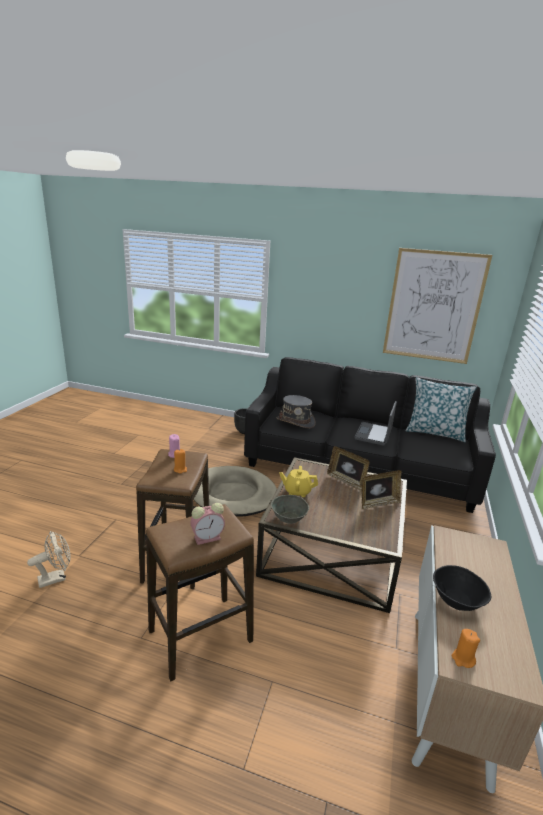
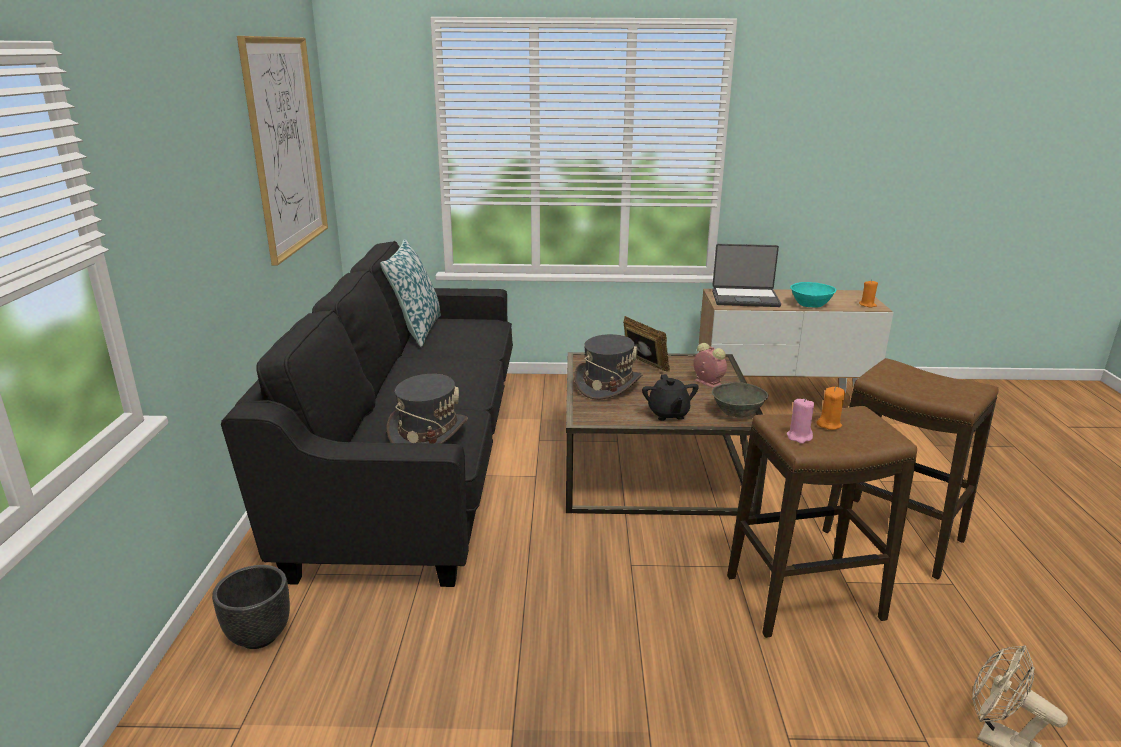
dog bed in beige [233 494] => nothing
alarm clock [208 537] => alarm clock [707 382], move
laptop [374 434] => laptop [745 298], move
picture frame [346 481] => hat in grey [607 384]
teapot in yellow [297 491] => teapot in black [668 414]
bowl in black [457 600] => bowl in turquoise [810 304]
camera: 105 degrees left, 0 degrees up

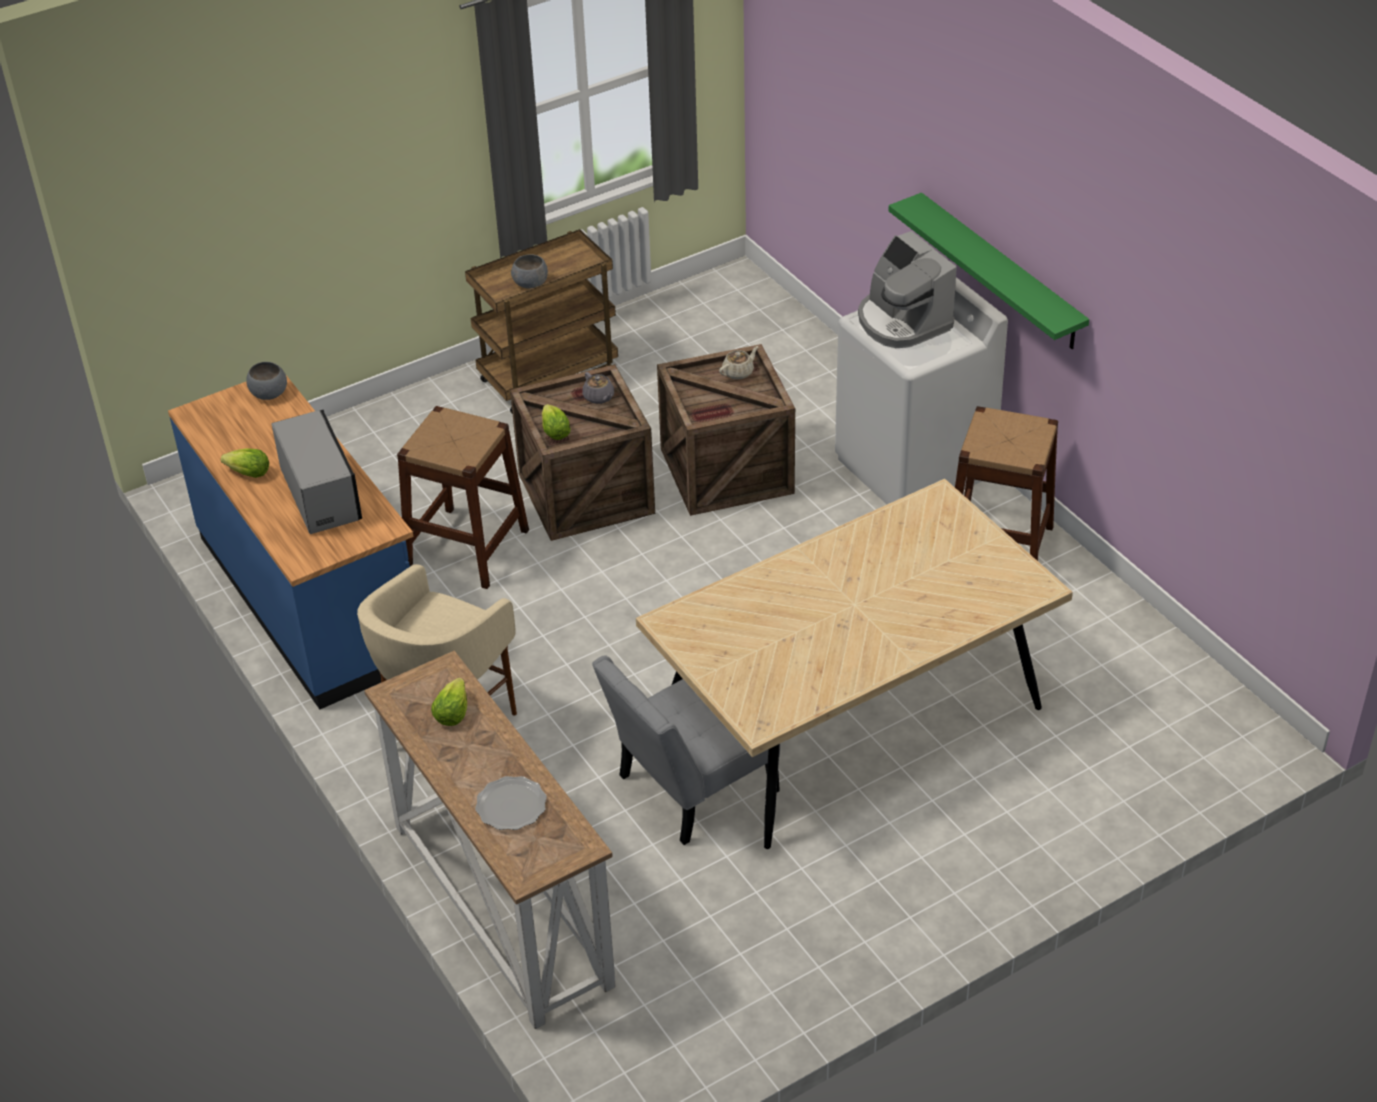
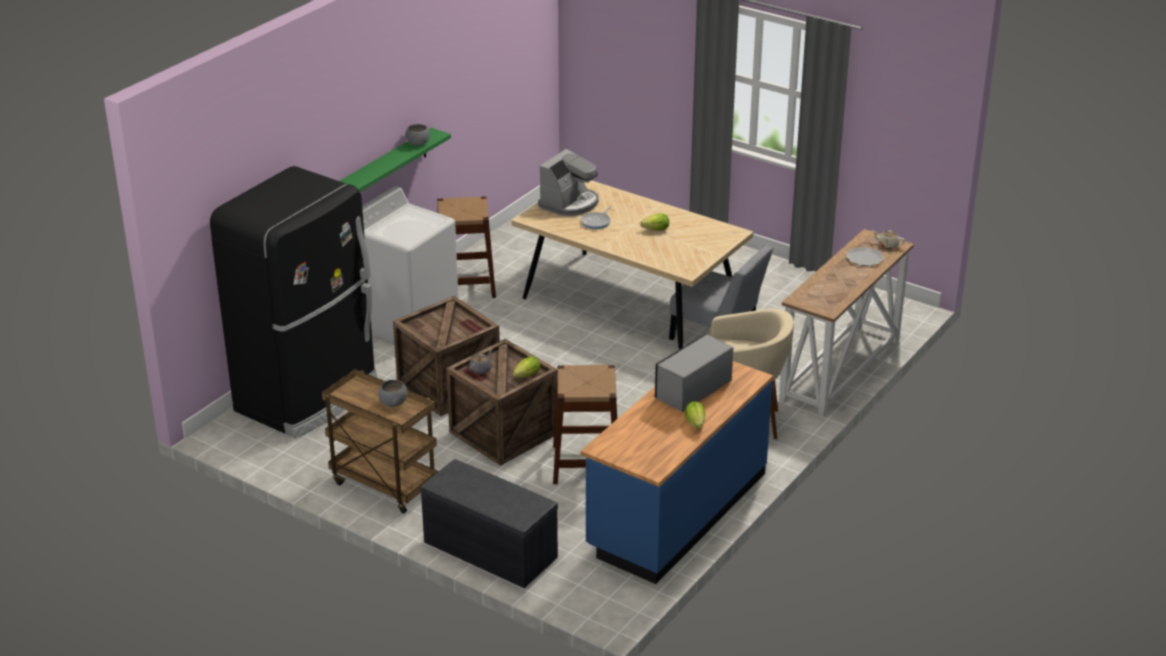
nothing => fridge in black [309 396]
nothing => bench in grey [488 550]
nothing => frying pan [597 222]
bowl in grey [269 394] => bowl in grey [418 143], move
lettuce [452 713] => lettuce [656 230], move
teapot in beige [738 372] => teapot in beige [887 245], move
coffee machine [902 322] => coffee machine [570 203], move
camera: 115 degrees left, 10 degrees down

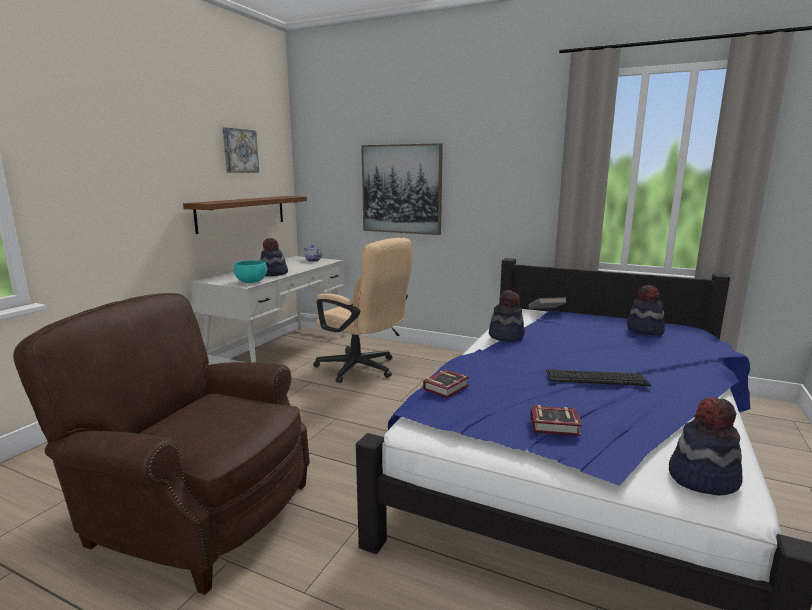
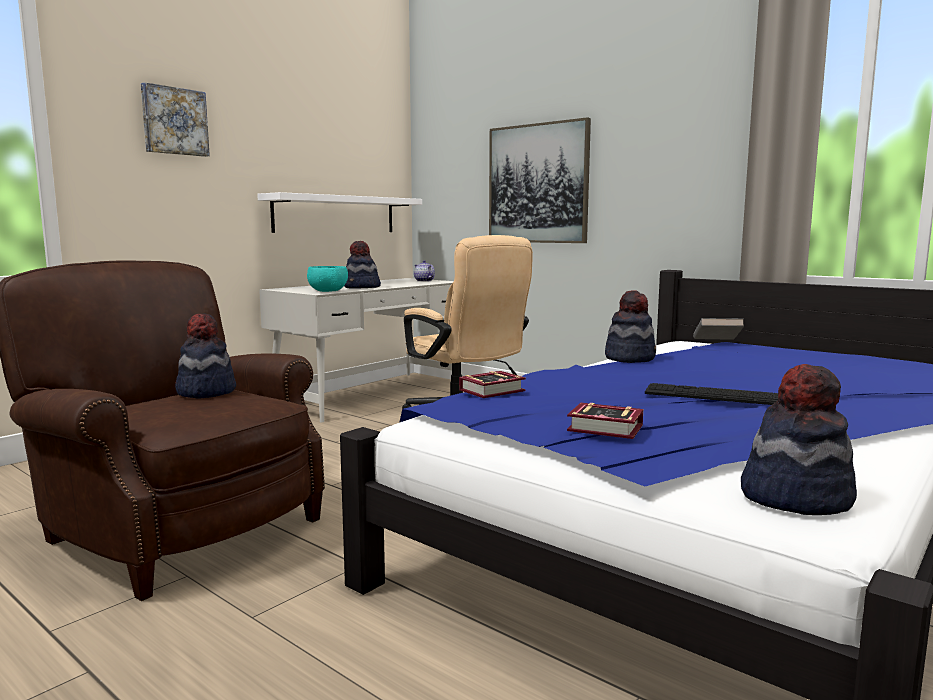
picture [239 151] => picture [174 121], move
hat [644 330] => hat [205 392], move
shelf in brown [242 213] => shelf in white [335 214]
camera: 15 degrees right, 5 degrees down

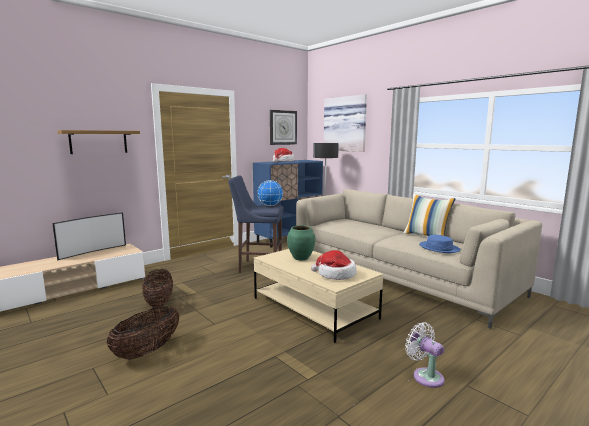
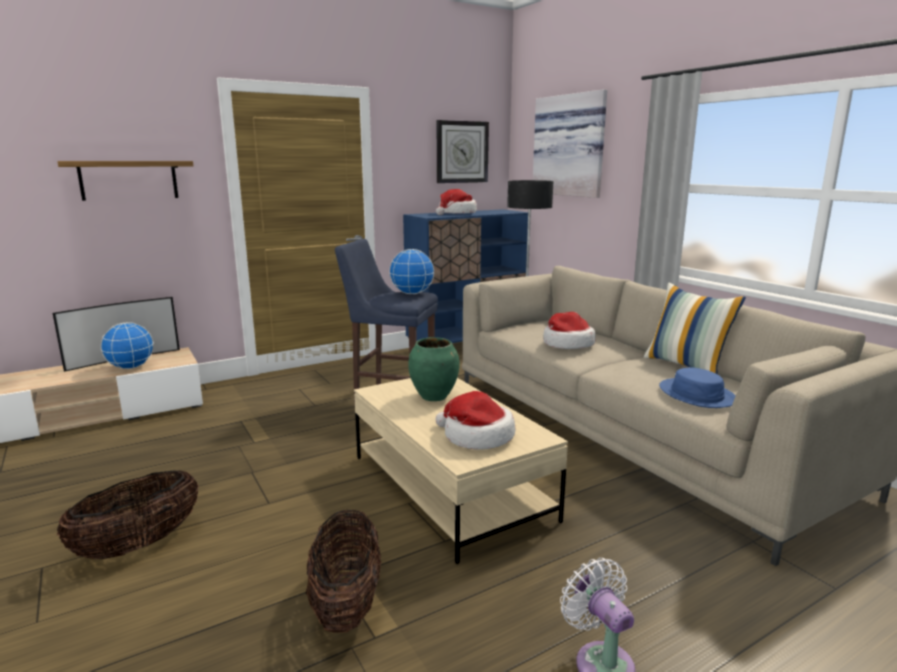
nothing => globe [130 367]
nothing => hat [567 344]
basket [159 303] => basket [346 603], move
camera: 10 degrees right, 5 degrees up

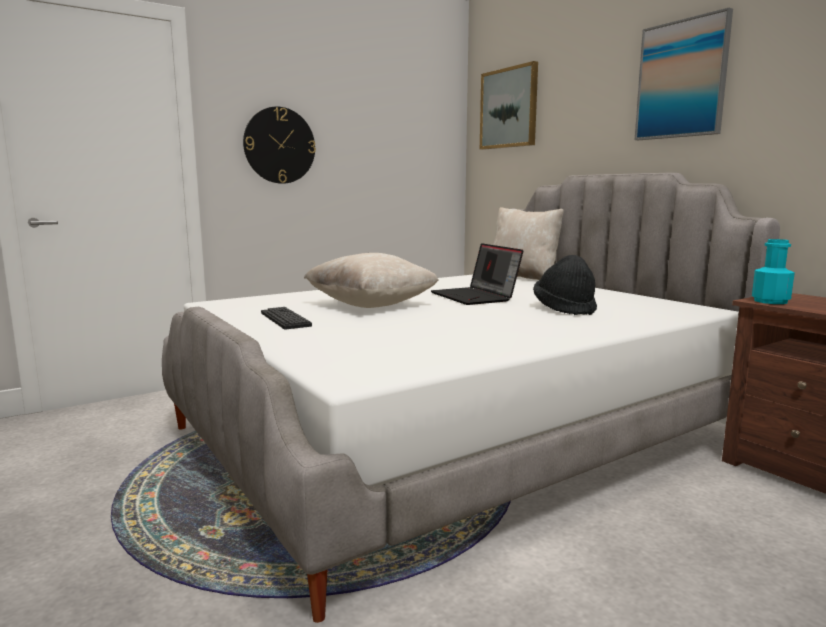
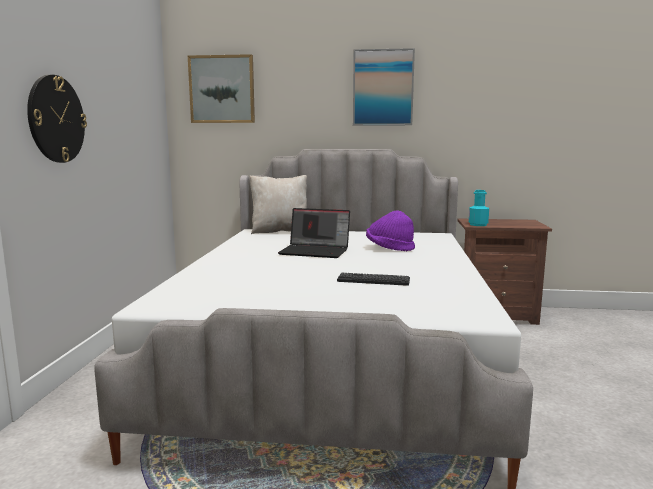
pillow in beige [371 305] => nothing
keyboard [285 319] => keyboard [373 280], move
hat in black [565 309] => hat in purple [389 248]
camera: 50 degrees left, 0 degrees up

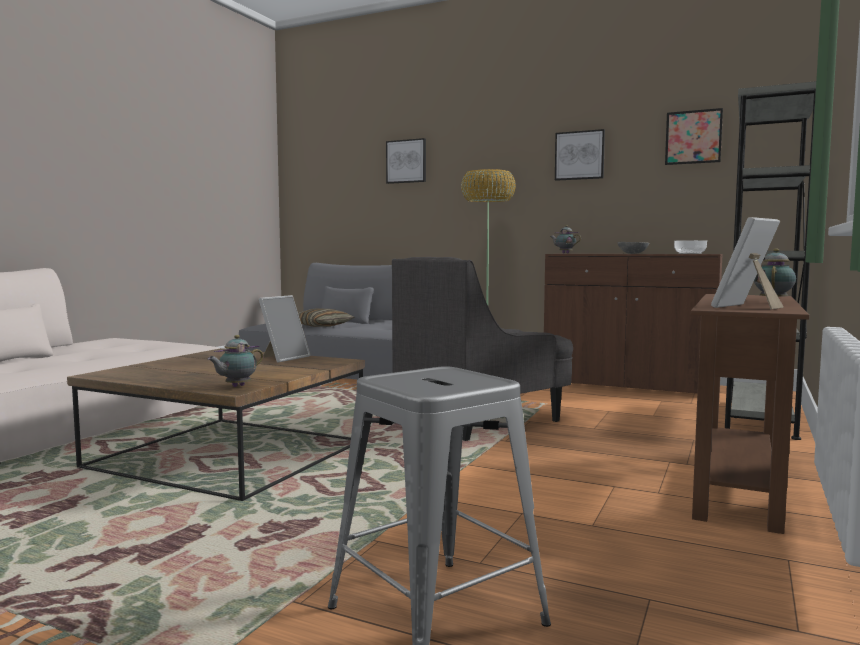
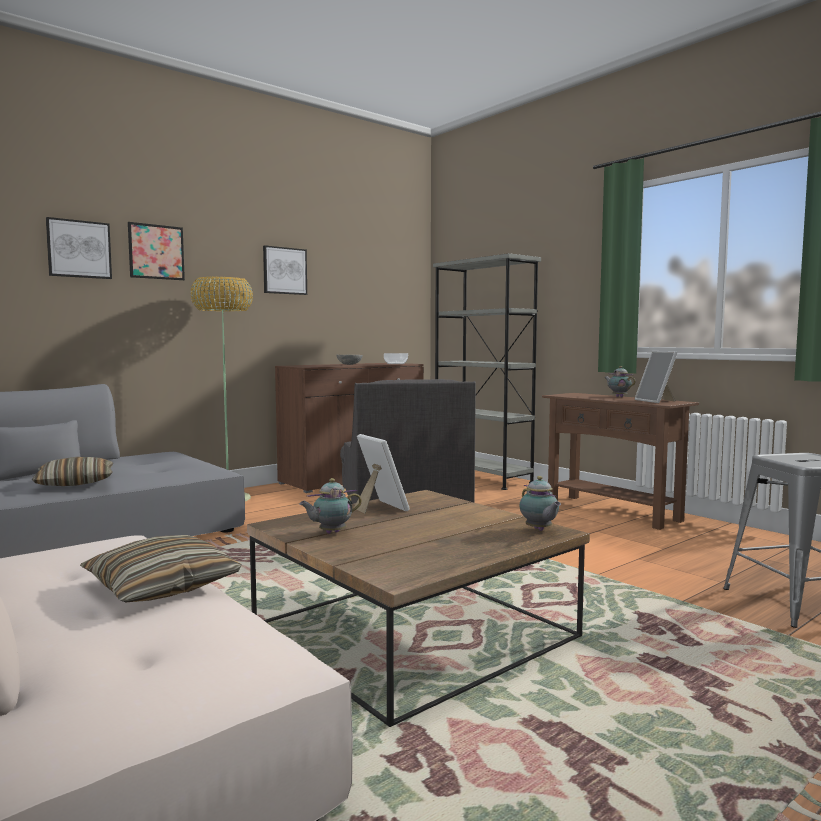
nothing => pillow [162 586]
teapot [564 253] => teapot [330 533], move
picture [693 137] => picture [156 252], move
camera: 65 degrees left, 0 degrees up

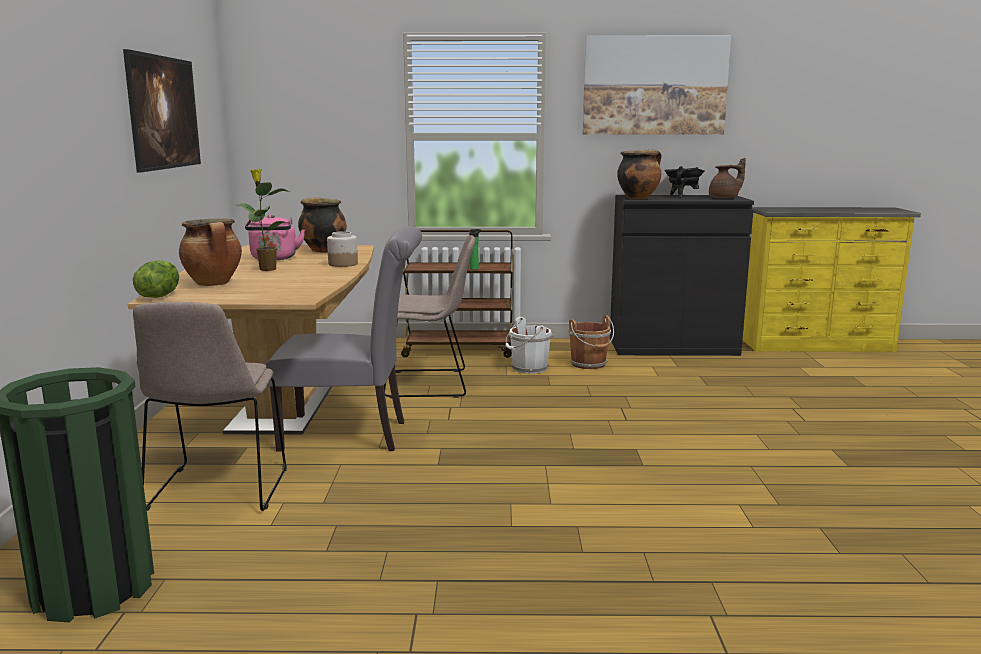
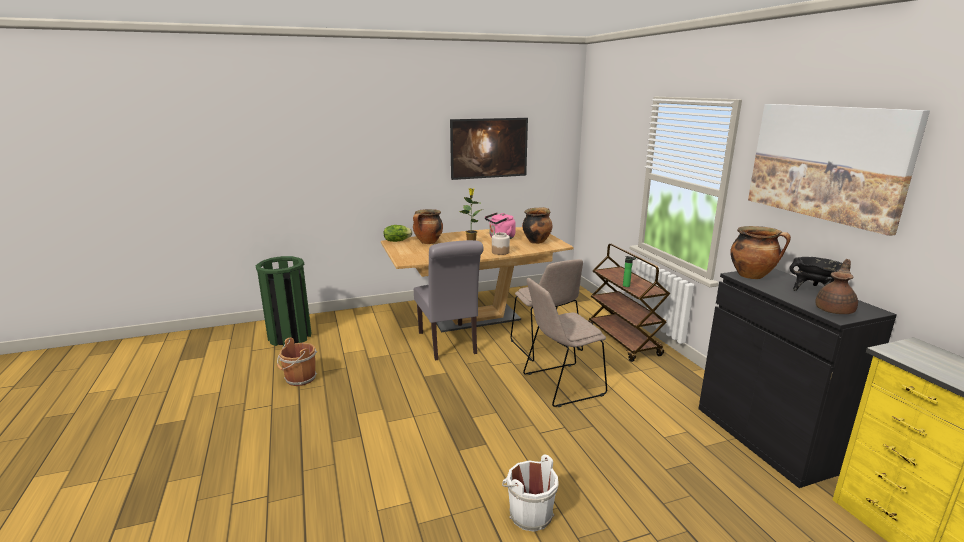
chair in beige [217 491] => chair in beige [560 385], move
bucket in white [528 368] => bucket in white [529 514], move
bucket in brown [589 364] => bucket in brown [299 379], move
teapot in brown [725 198] => teapot in brown [835 310], 105 degrees counterclockwise
camera: 70 degrees right, 5 degrees up

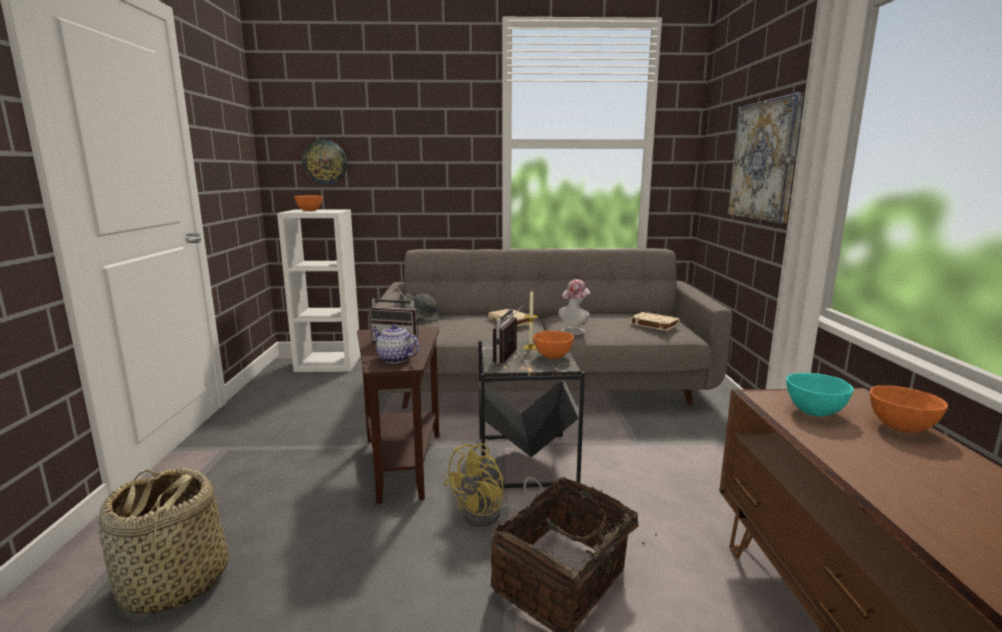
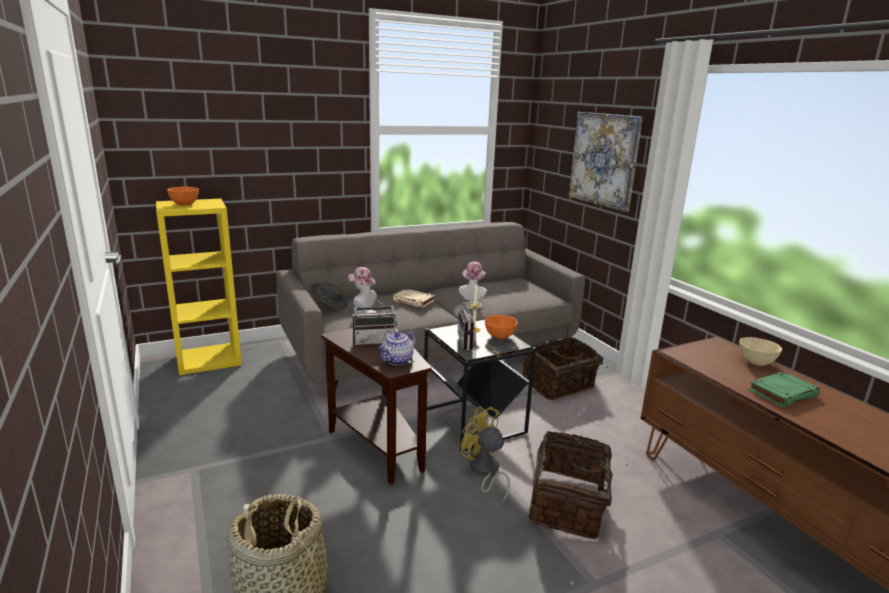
wall clock [325 162] => nothing
book in beige [653 324] => nothing
bowl in turquoise [815 412] => nothing
nothing => hat [363 312]
nothing => basket [559 385]
nothing => book in green [782 393]
bookcase in white [329 363] => bookcase in yellow [209 359]
bowl in orange [900 427] => bowl in beige [755 362]
teapot [394 359] => teapot [397 361], 60 degrees counterclockwise
fan in yellow [491 515] => fan in yellow [484 471], 120 degrees clockwise
camera: 25 degrees left, 5 degrees up

